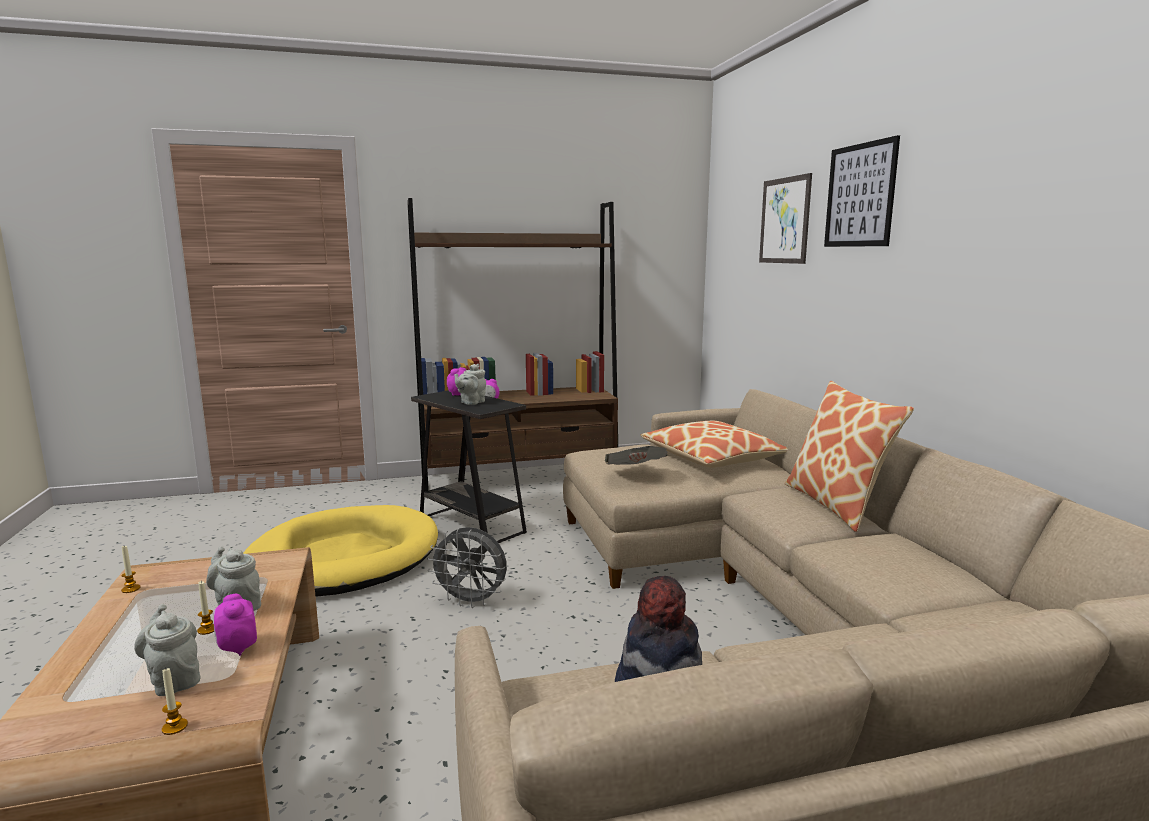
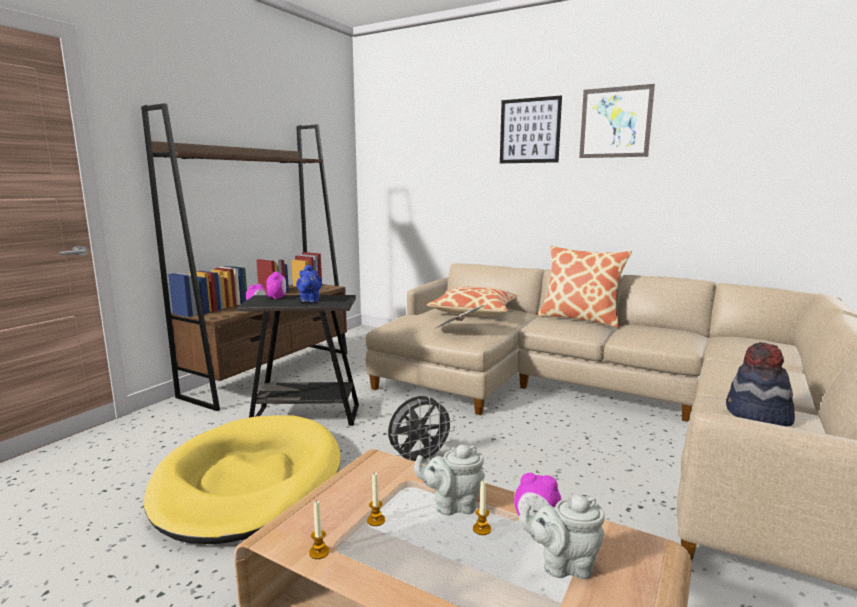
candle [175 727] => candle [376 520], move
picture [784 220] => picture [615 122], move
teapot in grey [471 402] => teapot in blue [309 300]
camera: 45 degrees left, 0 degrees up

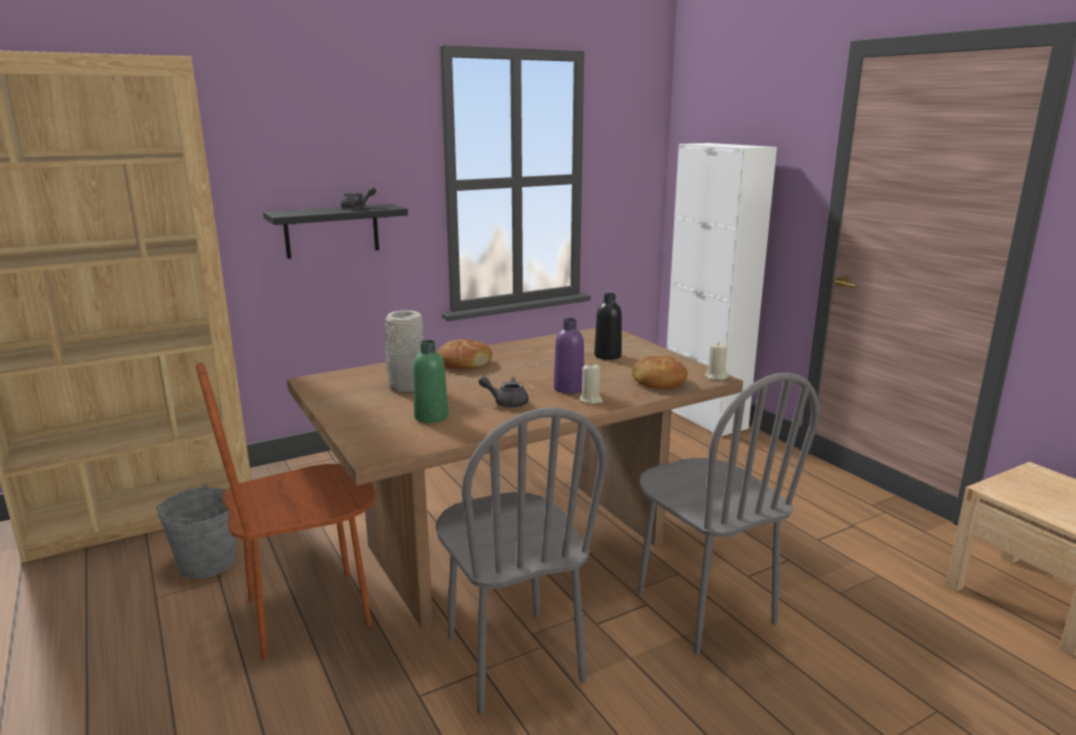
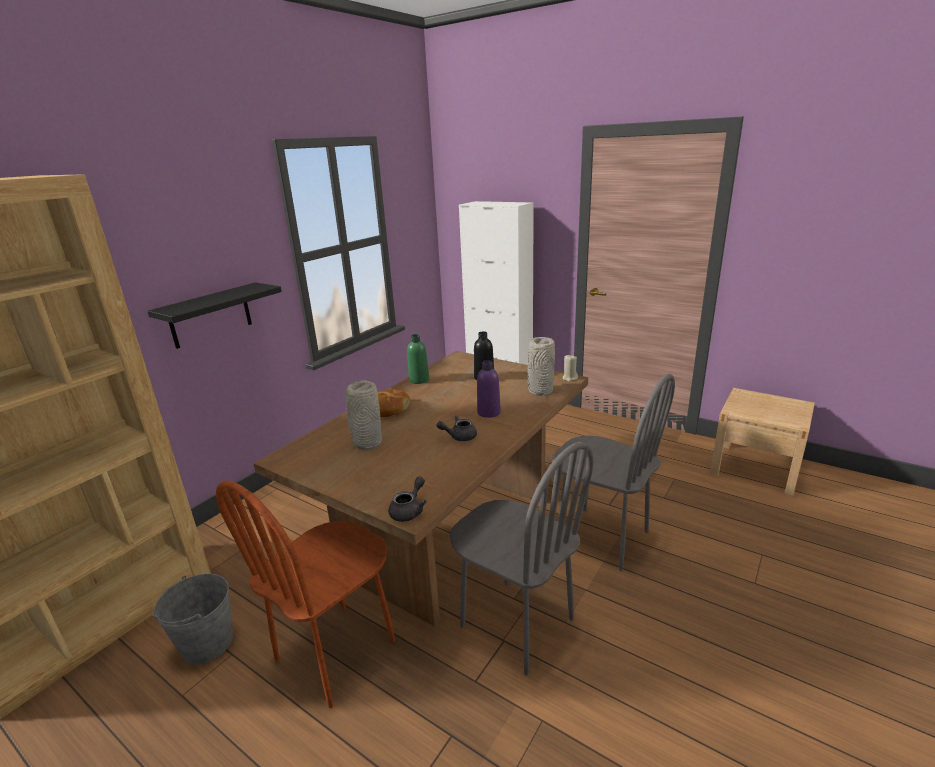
candle in beige [591 400] => nothing
teapot in grey [357 207] => teapot in grey [409 510], move
bottle in green [431 417] => bottle in green [419 380], move
bread [658 381] => vase in grey [540 391]
camera: 25 degrees left, 5 degrees up

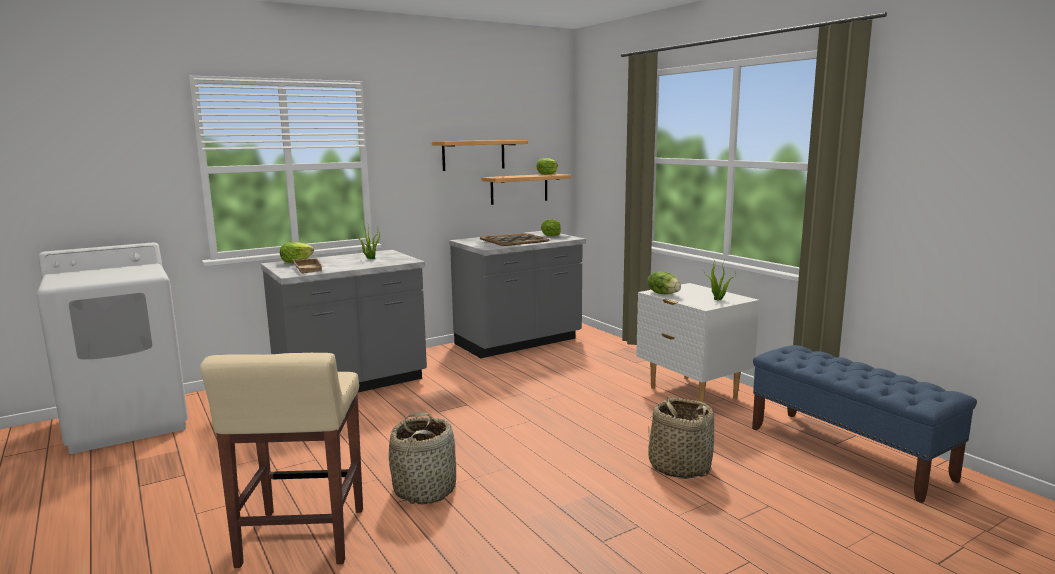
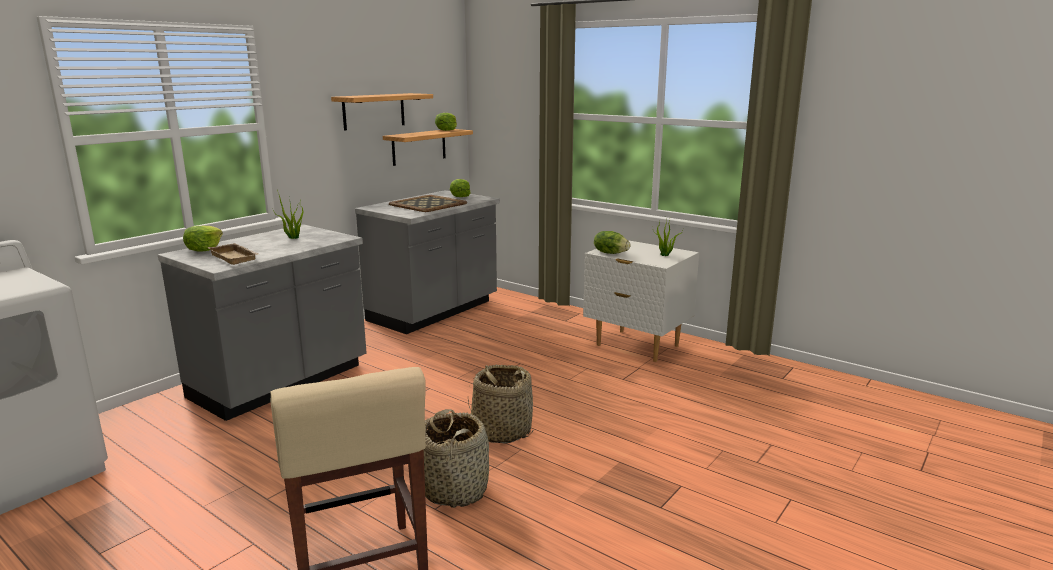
bench in blue [848 453] => nothing
basket [679 466] => basket [501 431], move
camera: 20 degrees left, 5 degrees up

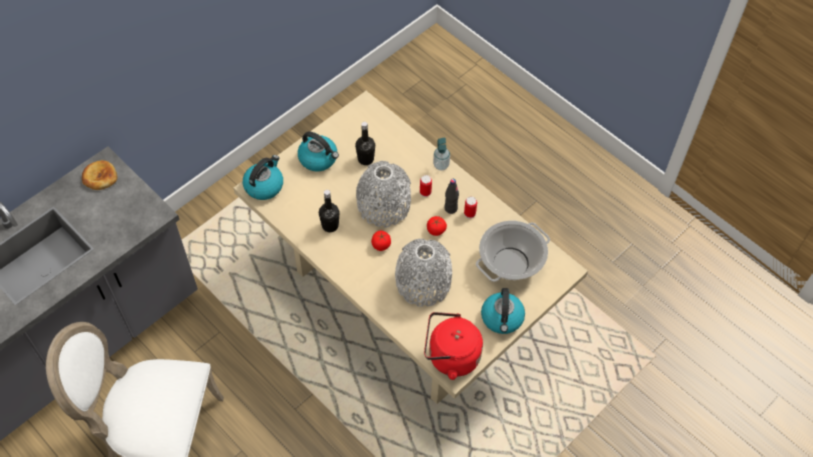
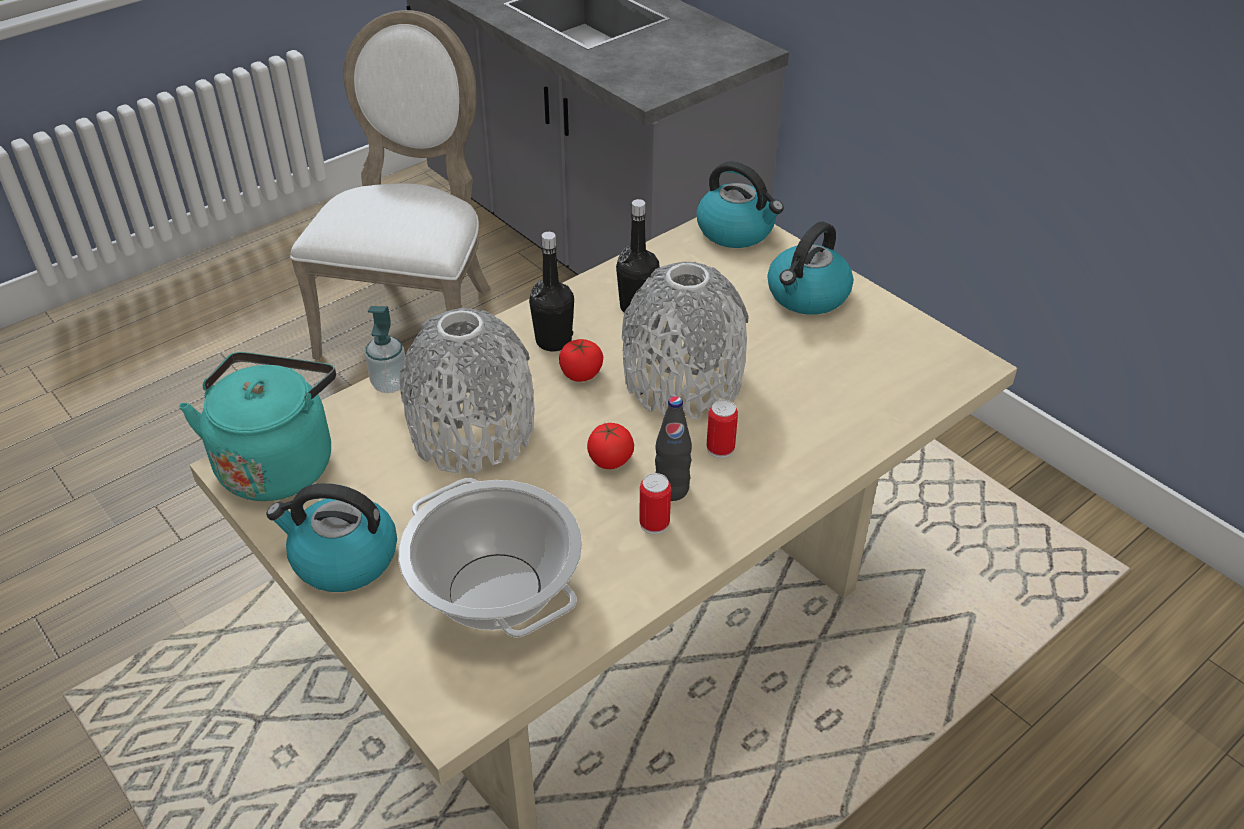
bread [100 177] => nothing
bottle in black [365 159] => bottle in black [553 341], move
soap dispenser [441 165] => soap dispenser [390 384], move
kettle in red [450 356] => kettle in turquoise [278 462]
camera: 95 degrees right, 15 degrees down

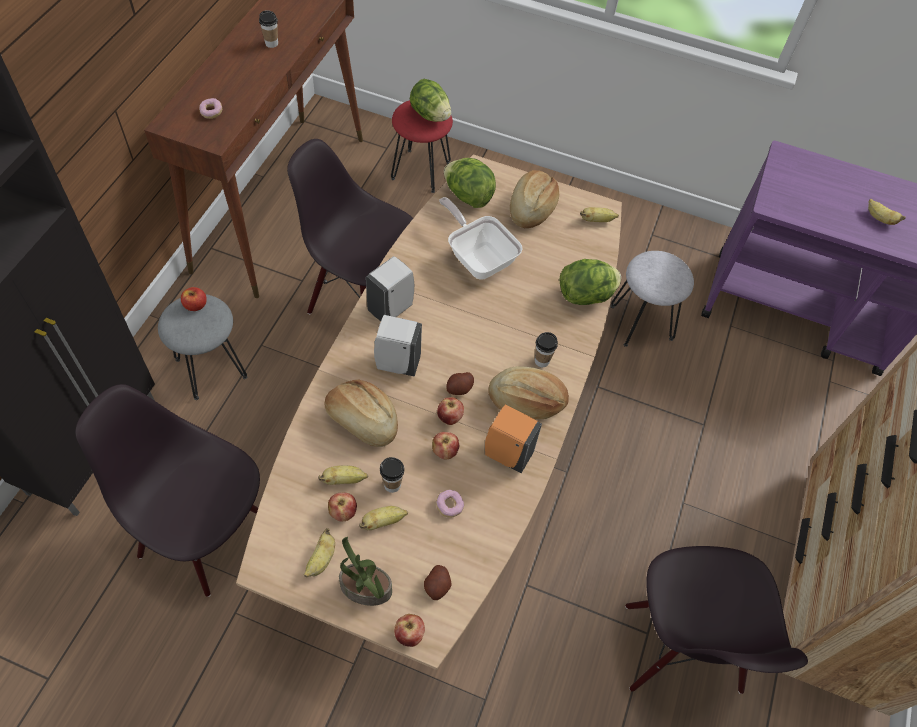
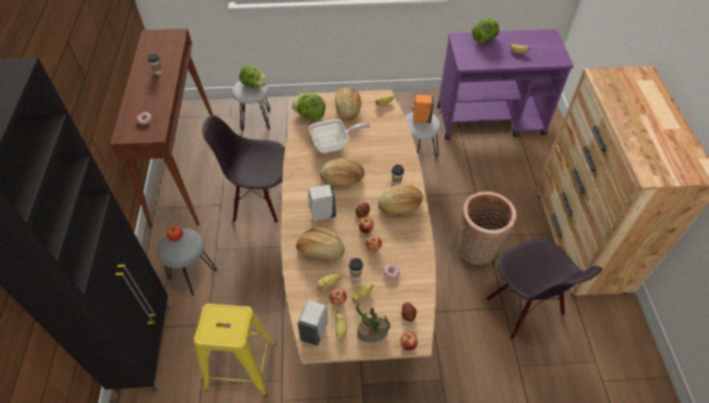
nothing => bread [342 178]
nothing => basket [477 251]
soap dispenser in white [391 308] => soap dispenser in white [315 331], move
soap dispenser in orange [506 453] => soap dispenser in orange [420 119], move
lettuce [586 295] => lettuce [484 39], move
chair in black [205 534] => stool in yellow [240 366]
stool in red [421 171] => stool in grey [256 121]
frying pan [478 257] => frying pan [334 144], 135 degrees clockwise
camera: 20 degrees left, 5 degrees down

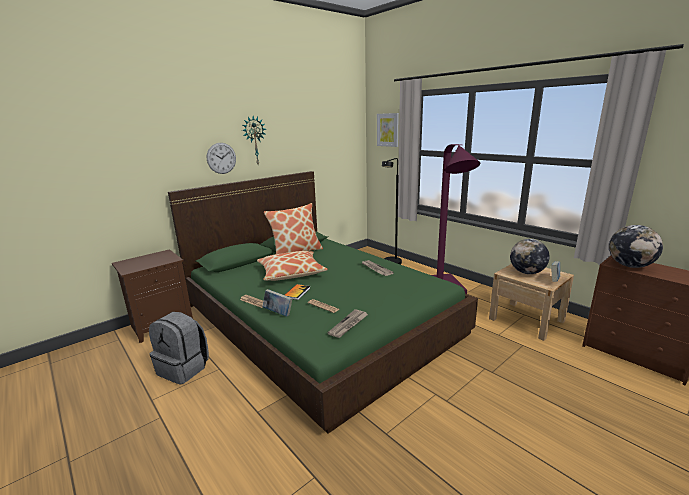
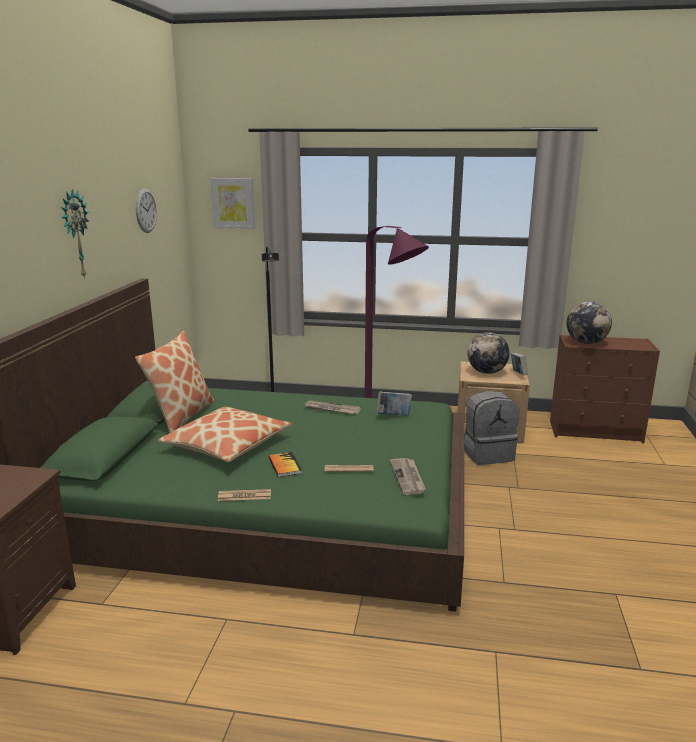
backpack in grey [184 368] => backpack in grey [488 454], move
wall clock [221 158] => wall clock [146 210], move
book [278 313] => book [393 416], move
camera: 40 degrees left, 0 degrees up

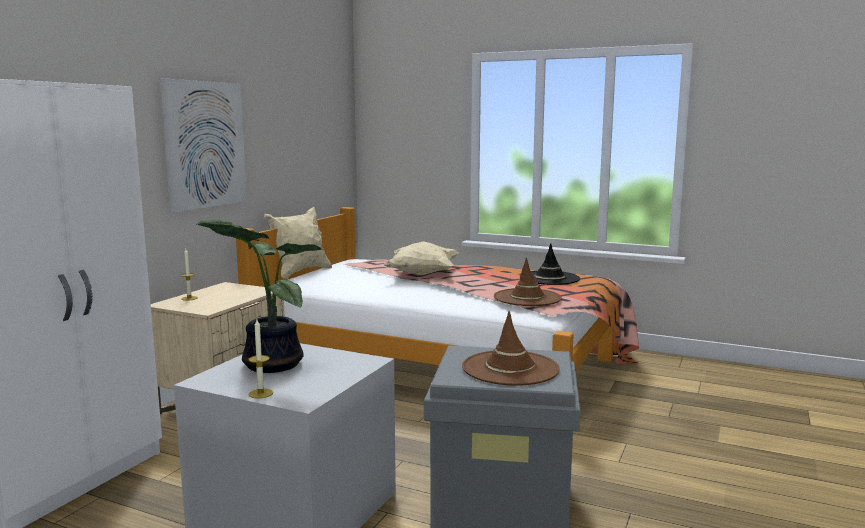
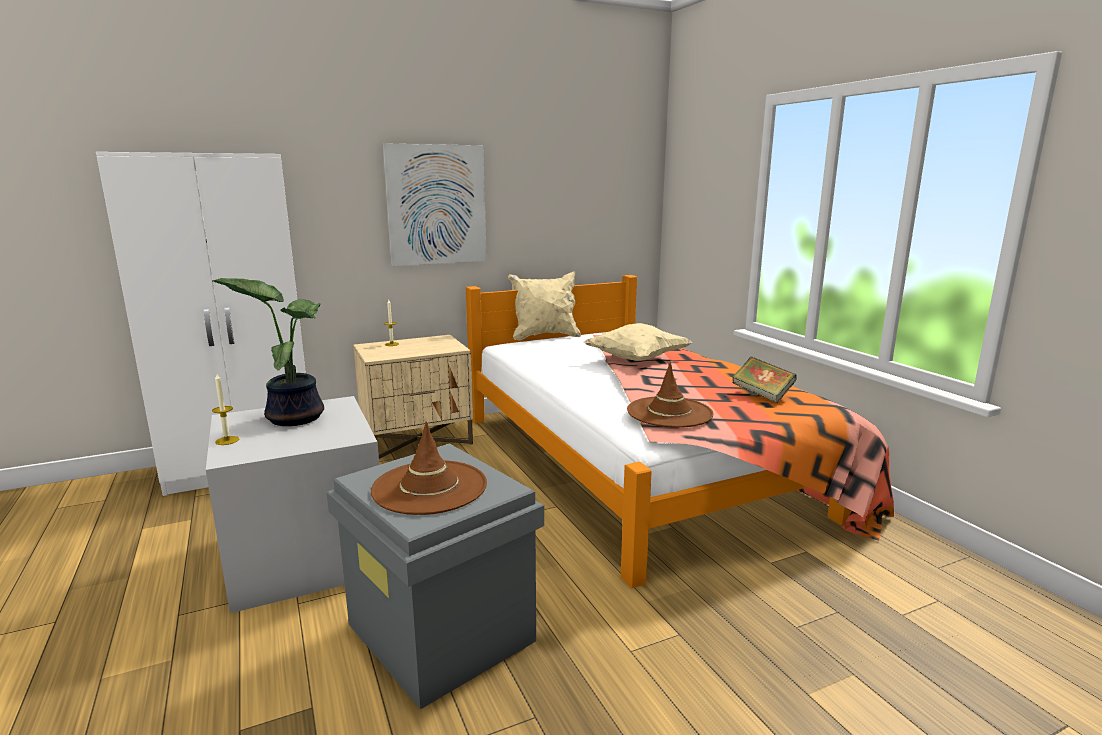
hat in black [549 278] => book [762 395]
camera: 40 degrees right, 5 degrees up

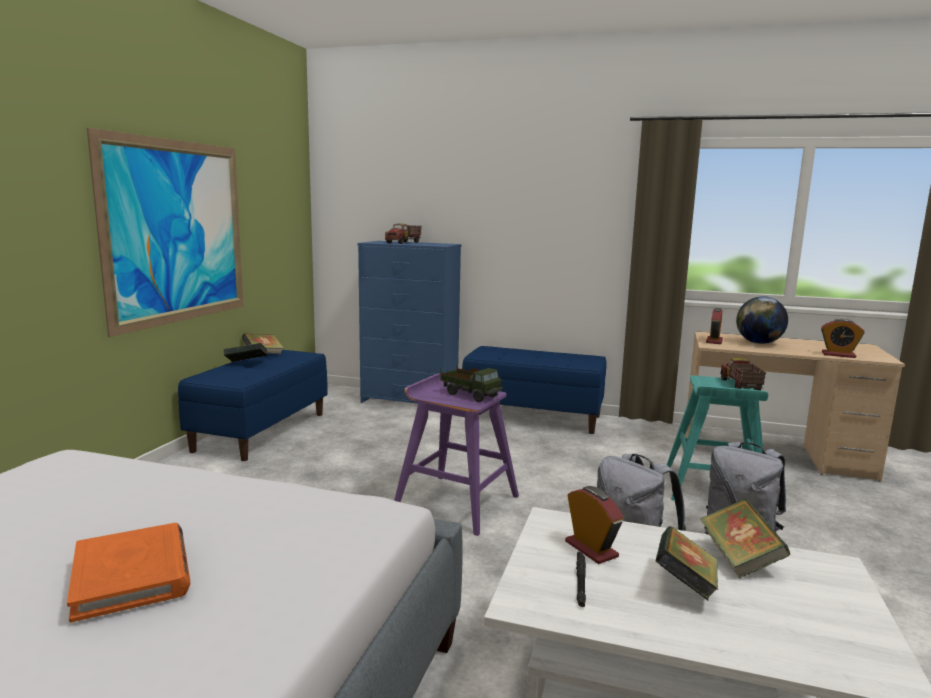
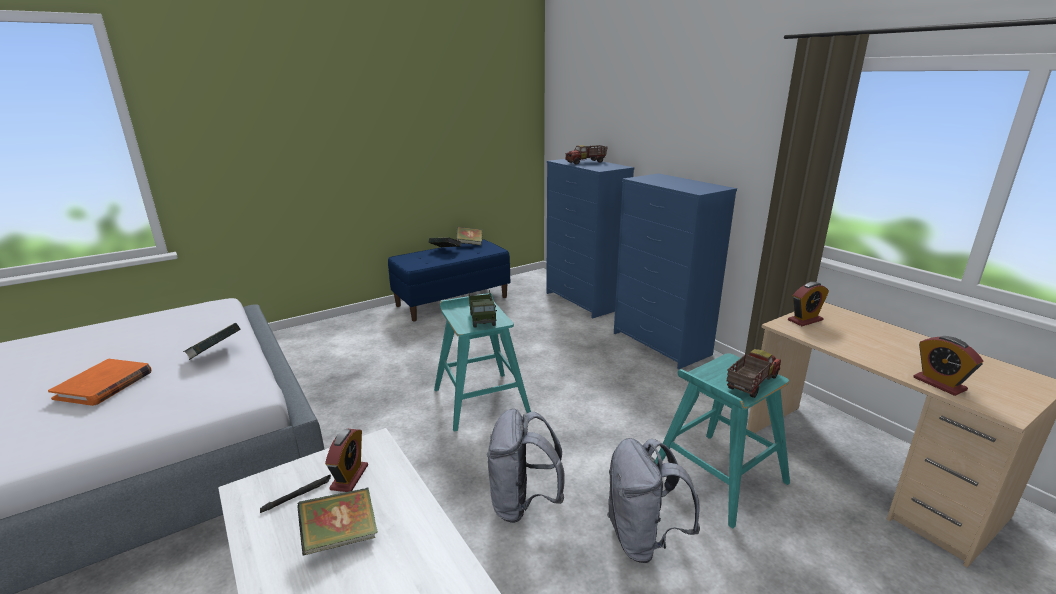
picture [177 232] => nothing
globe [758 343] => nothing
book [739 559] => book [215 354], move
bench in blue [533 417] => dresser in blue [661 344]
stool in purple [455 503] => stool in turquoise [480 399]
camera: 40 degrees right, 10 degrees up

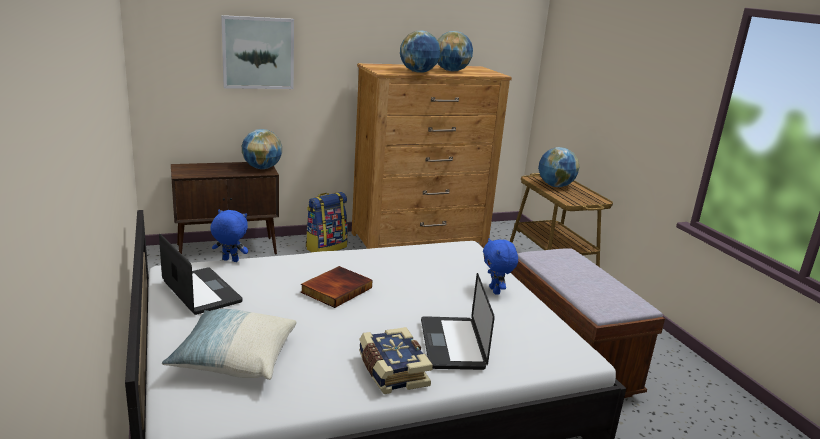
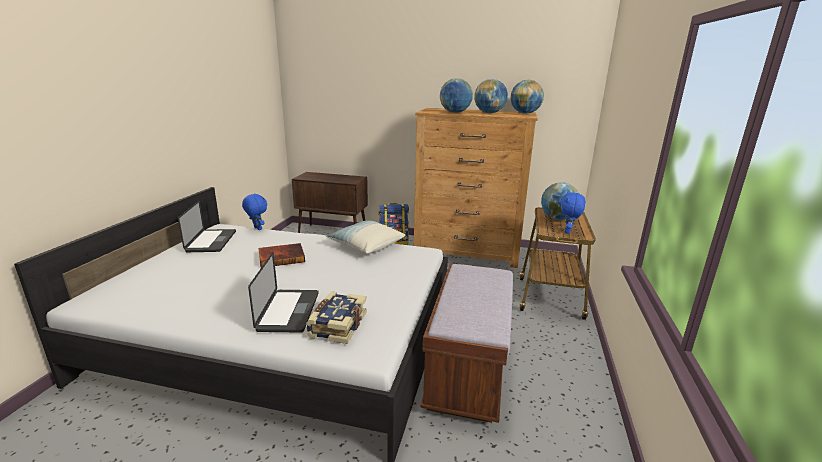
picture [258 53] => nothing
pillow [234 359] => pillow [366 246], move
globe [262 168] => globe [525 113], move
book [391 371] => book [336 325], move
plush toy in blue [495 291] => plush toy in blue [568 232], move
laptop [452 344] => laptop [288 311], 150 degrees clockwise
camera: 35 degrees right, 0 degrees up

